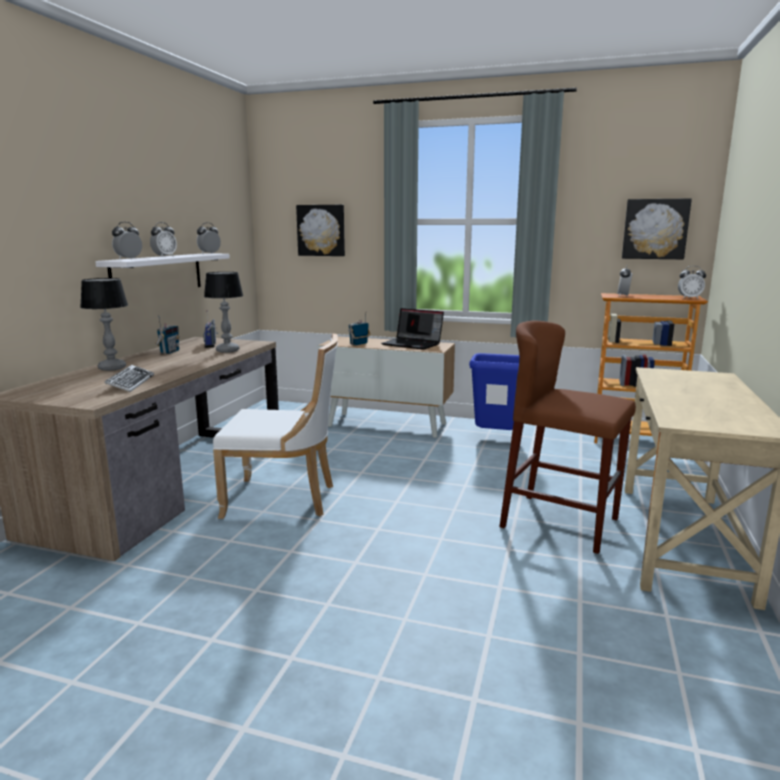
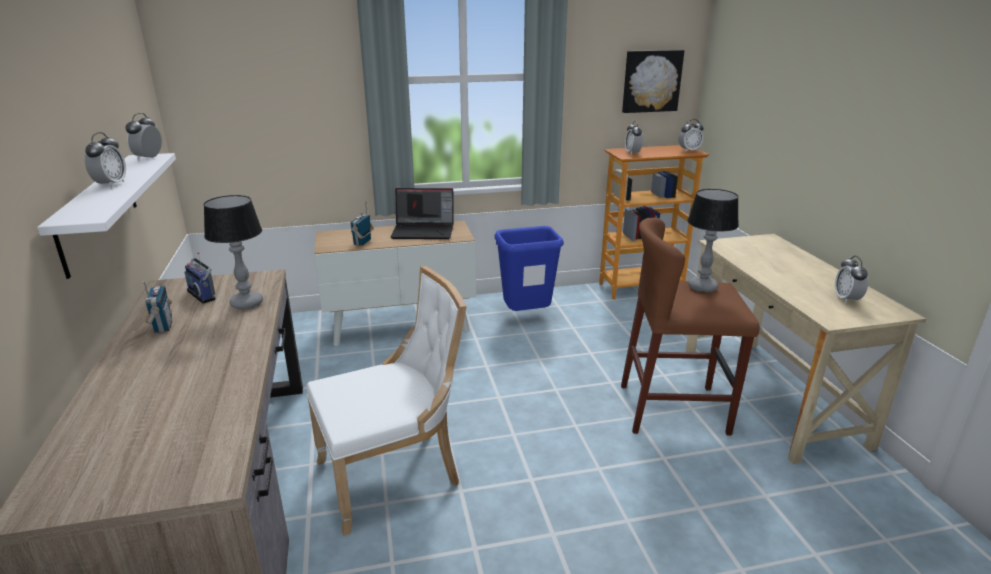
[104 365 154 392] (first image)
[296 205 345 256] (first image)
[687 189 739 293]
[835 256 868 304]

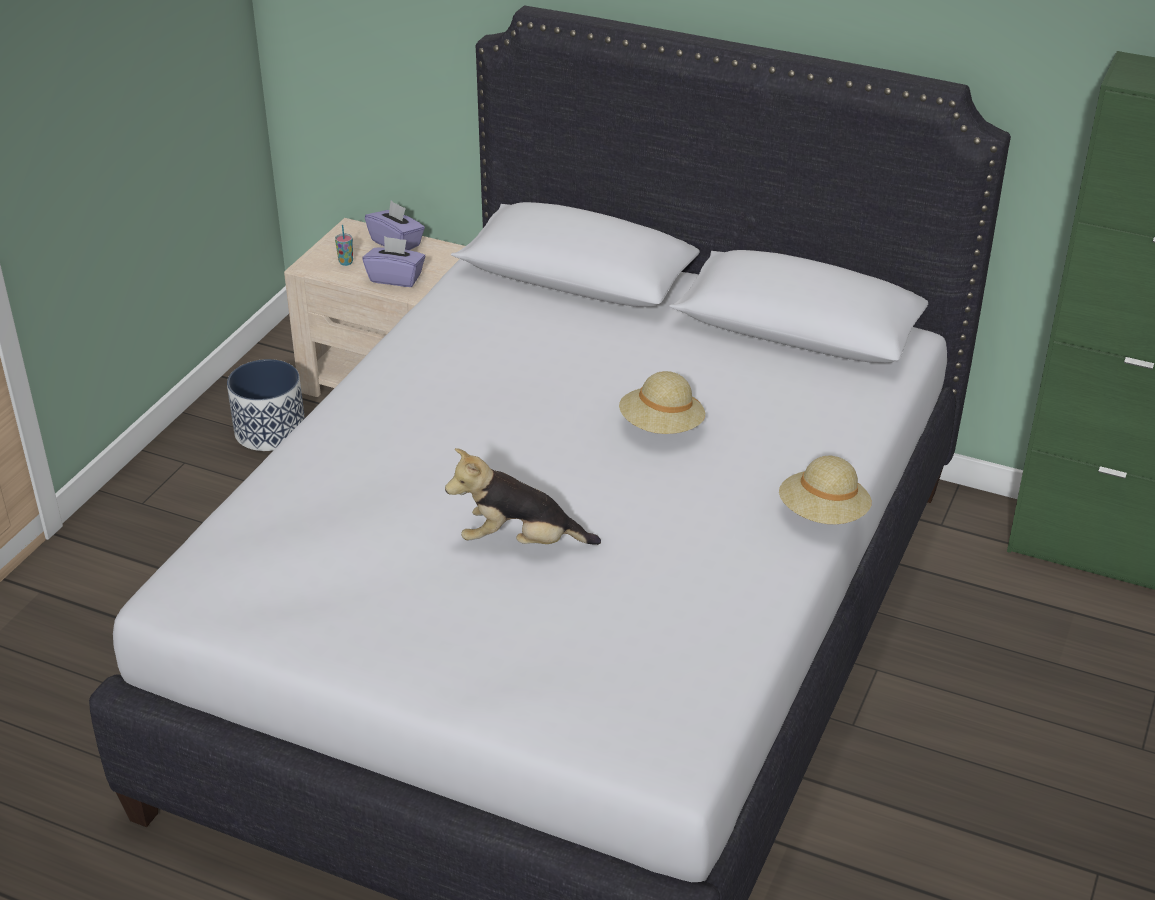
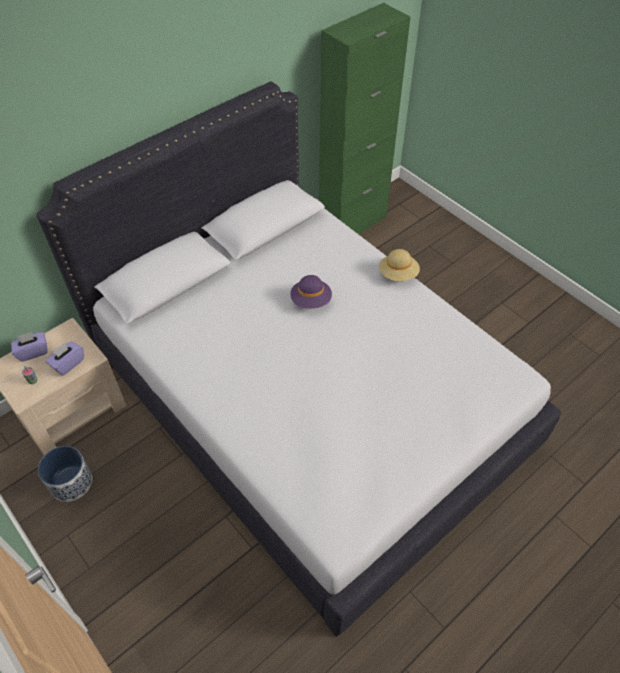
[445 448 601 545] (first image)
[290 275 332 309]

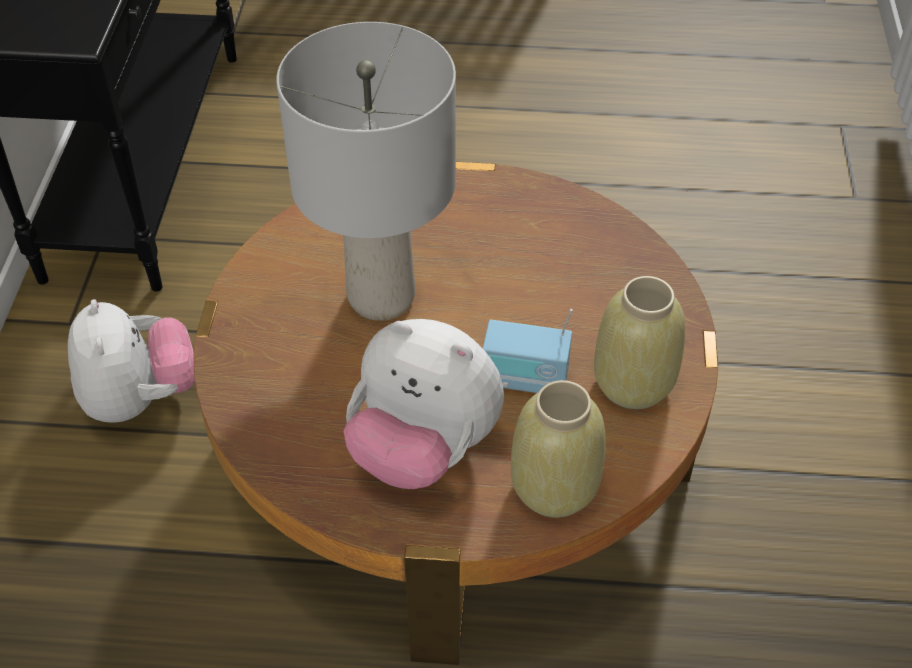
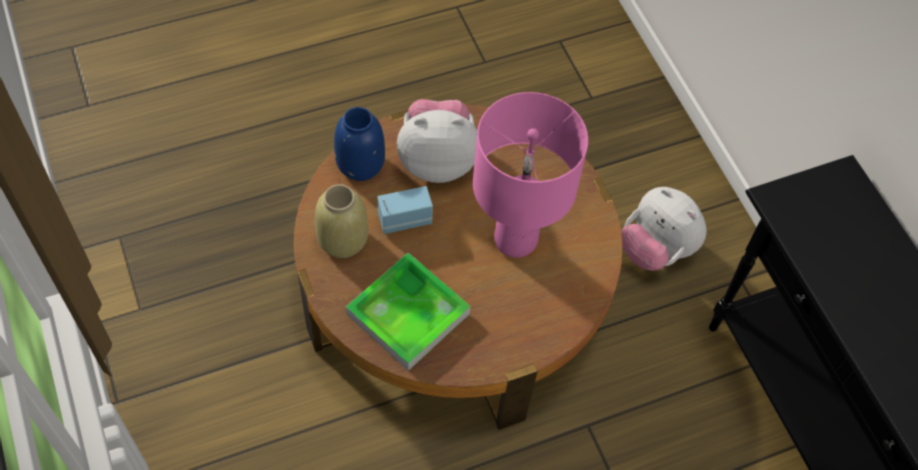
[346 253 471 371]
[473 92 588 258]
[334 107 385 181]

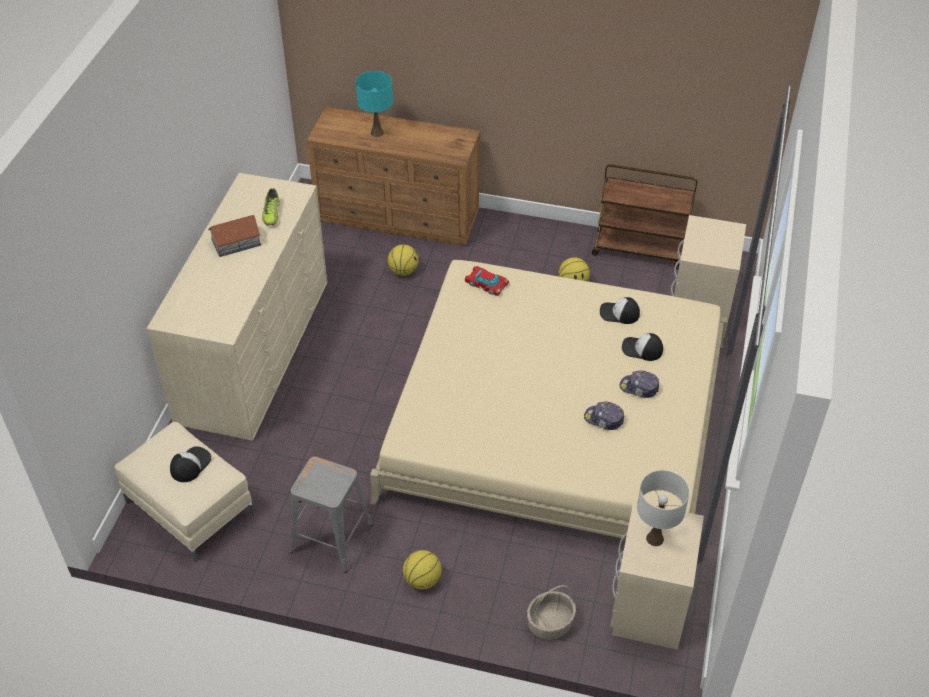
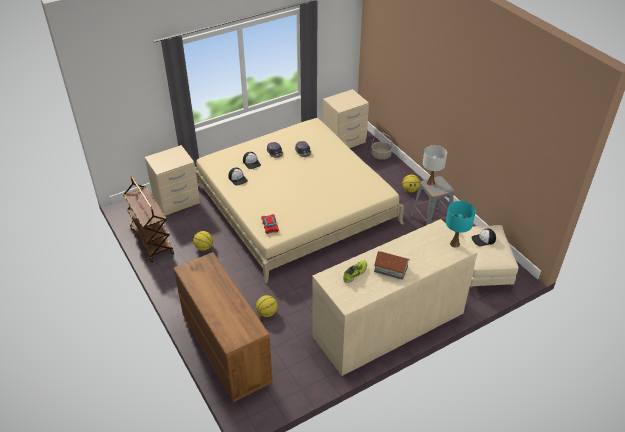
[446 201 476 248]
[423 145 447 186]

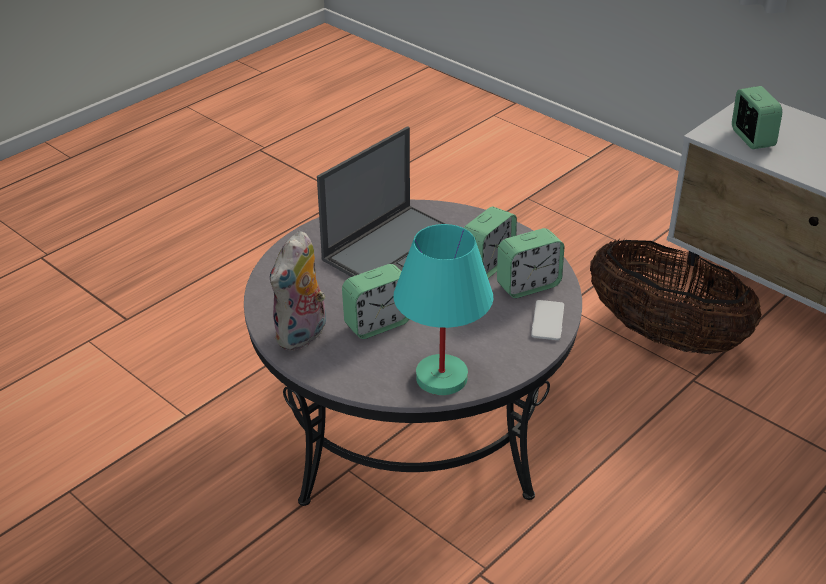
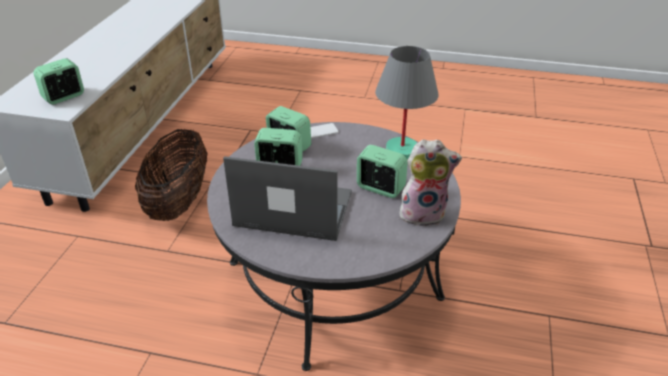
[375 46 439 159]

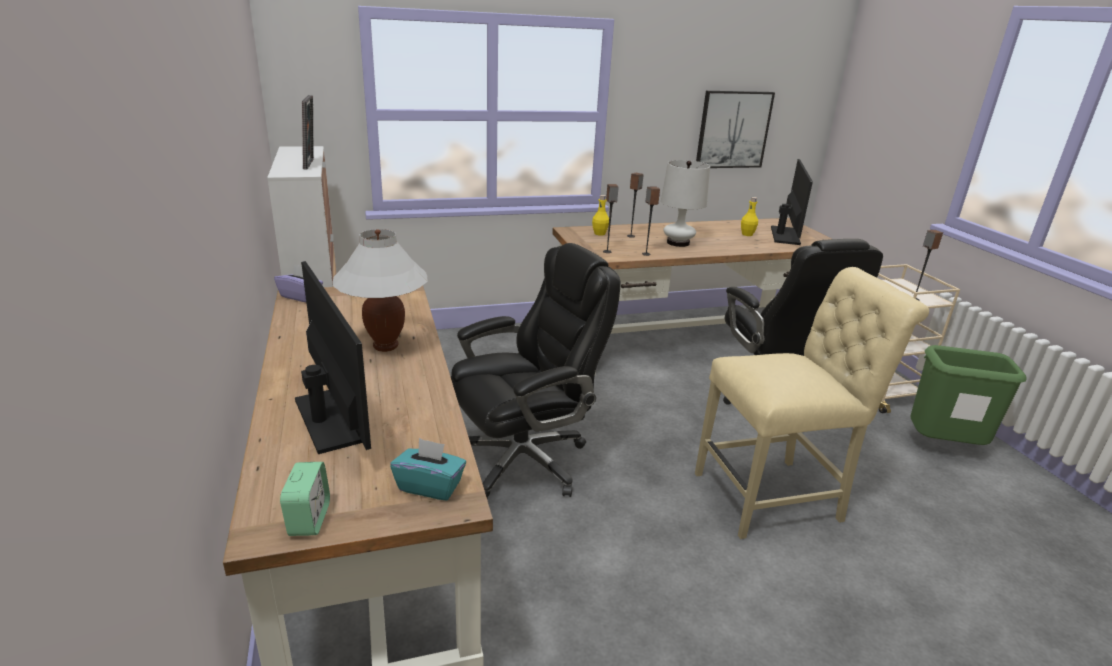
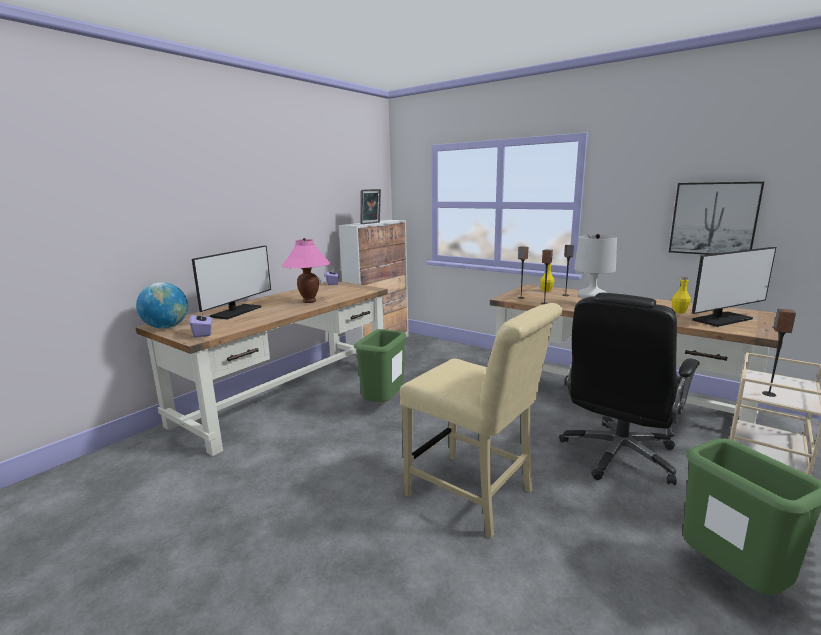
[136 282 188 329]
[354 329 407 402]
[282 238 330 303]
[190 310 213 338]

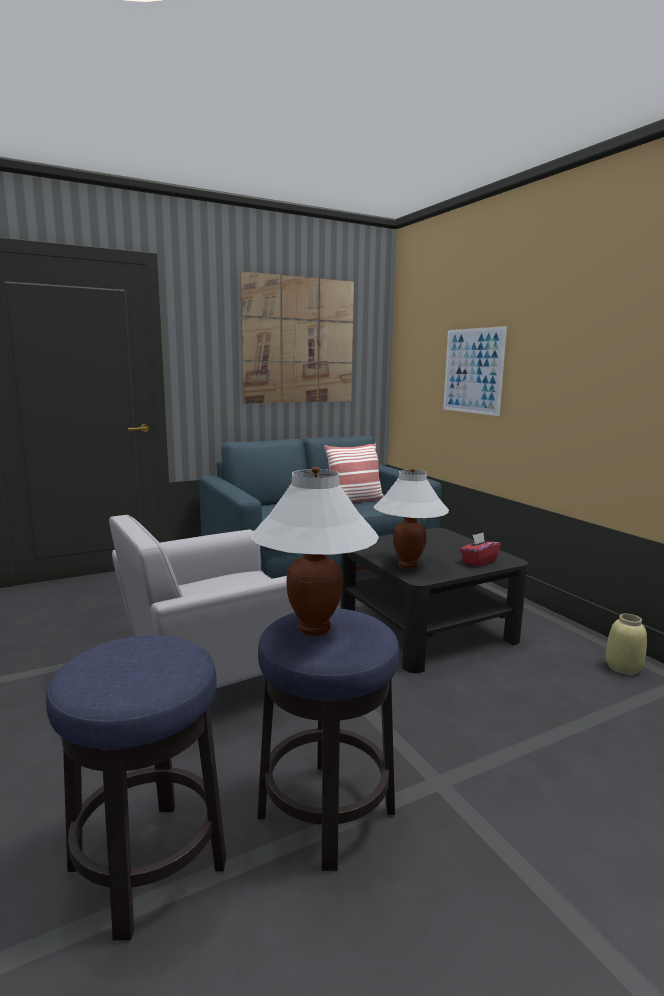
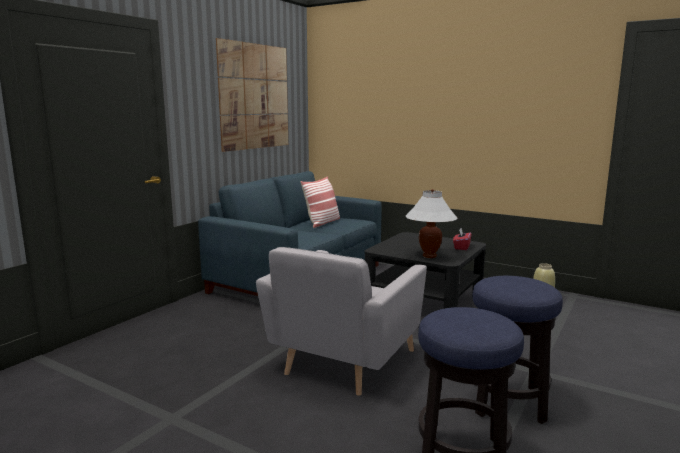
[251 467 379 636] (first image)
[443 326 507 416] (first image)

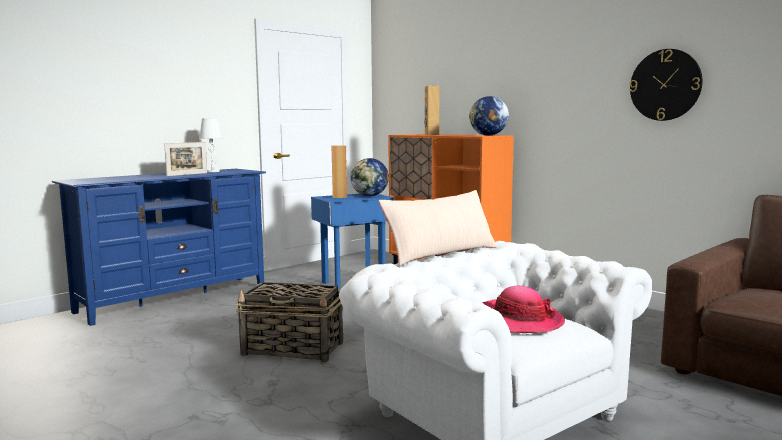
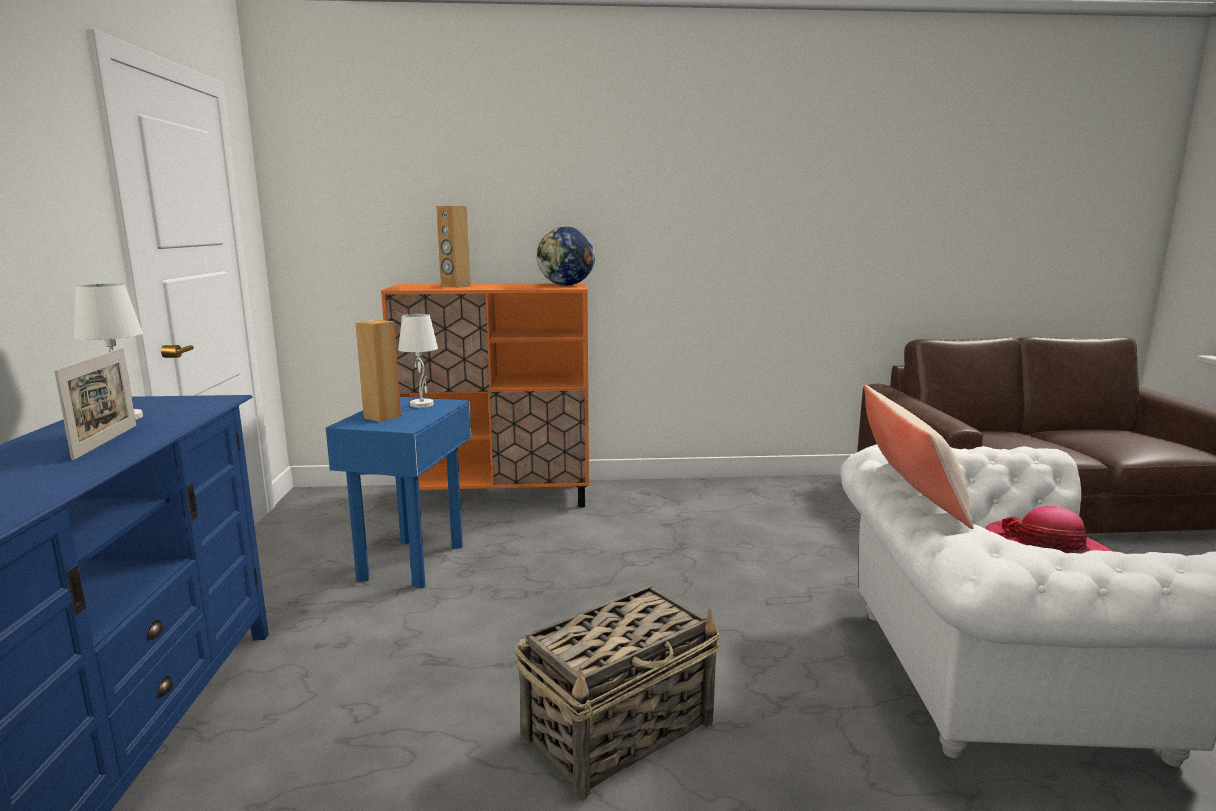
[629 49 703 121] (first image)
[398 314 438 408]

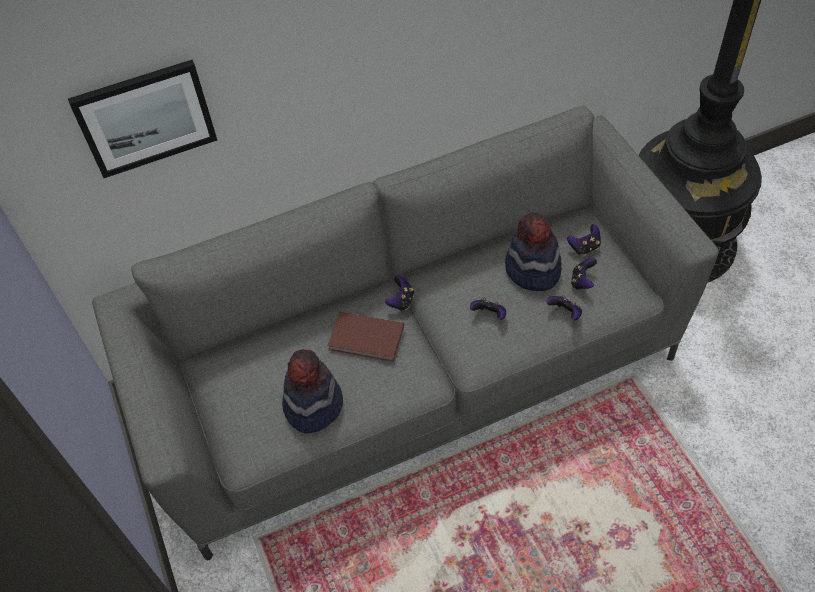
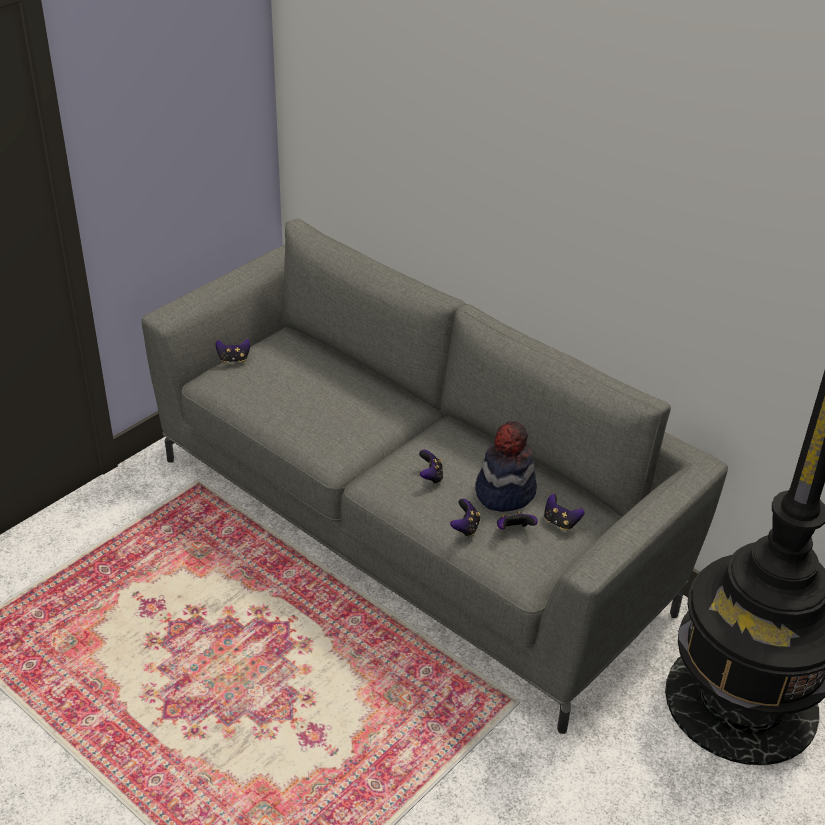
[68 60 217 178] (first image)
[282 349 343 434] (first image)
[327 312 404 362] (first image)
[216 339 250 363]

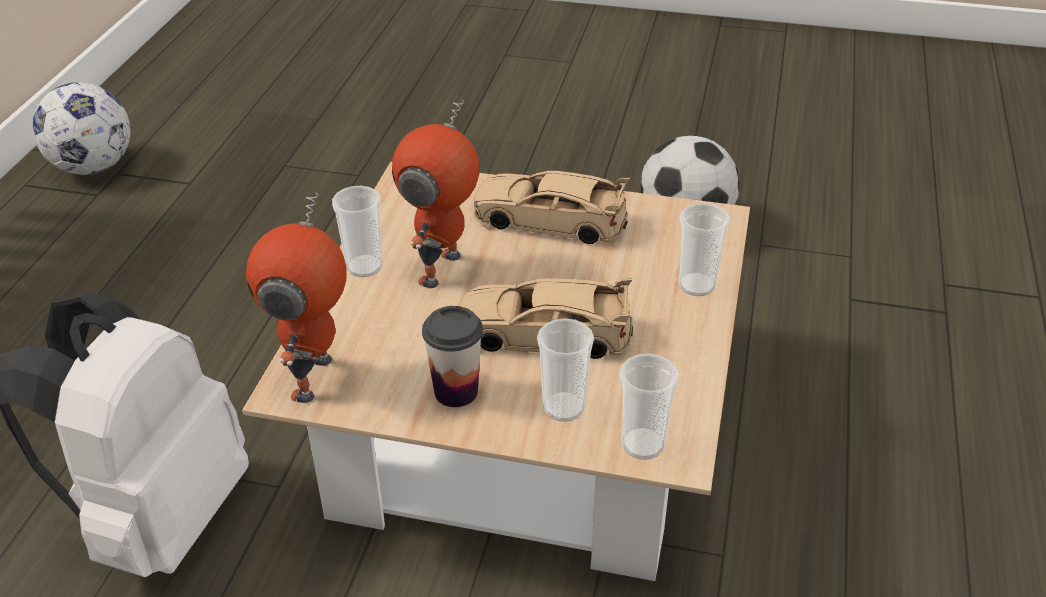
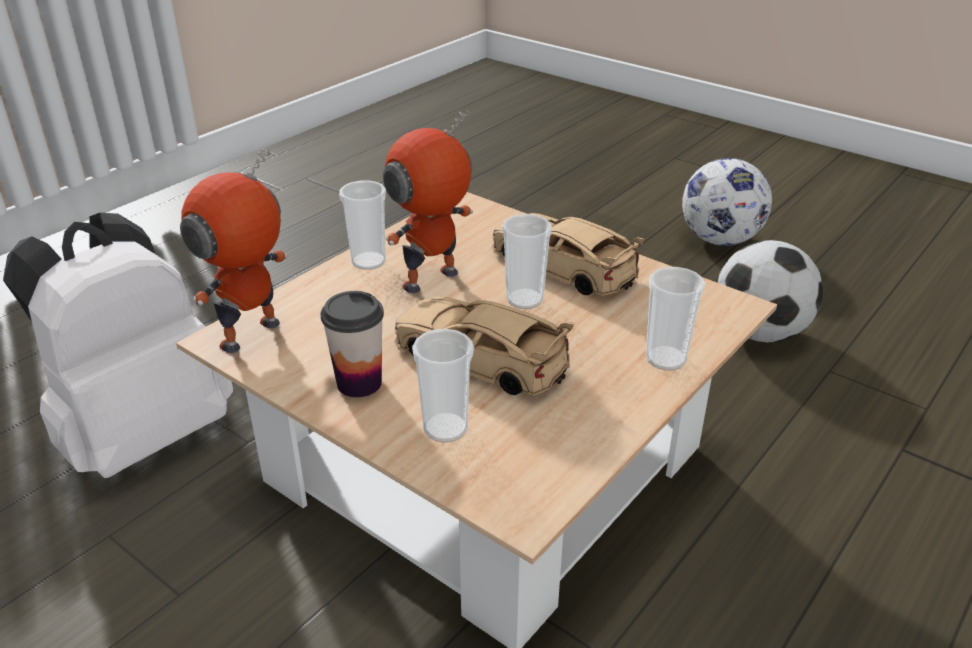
[682 158 772 246]
[502 214 552 309]

